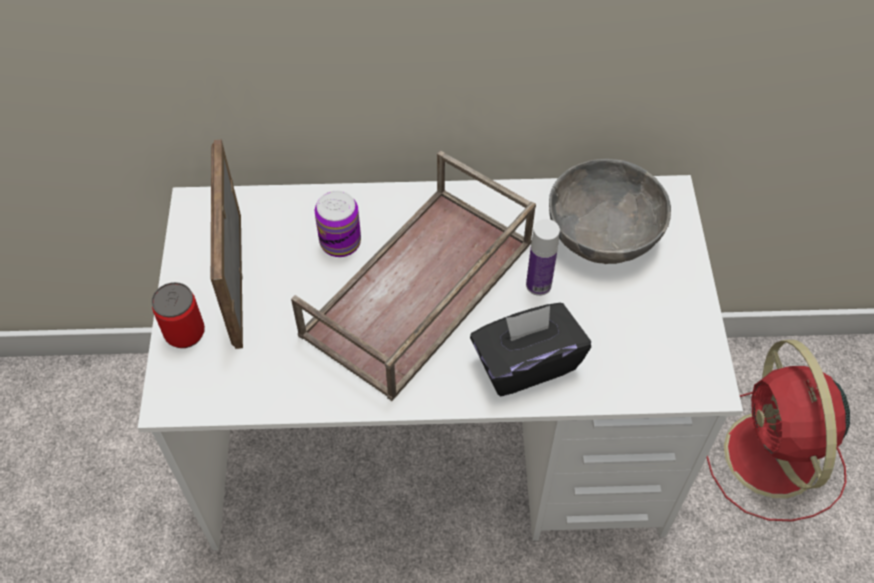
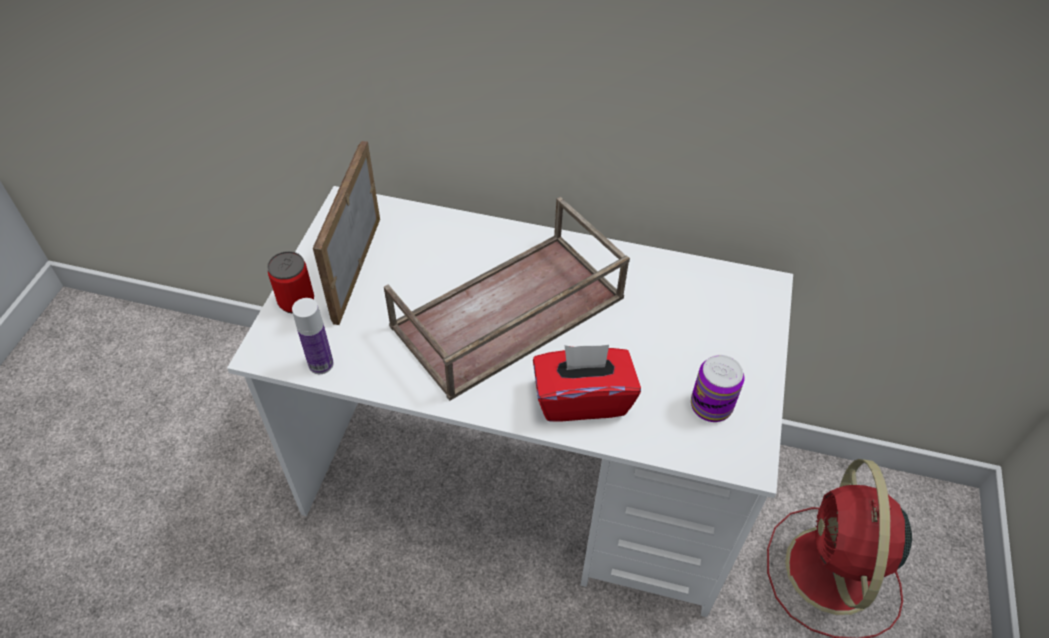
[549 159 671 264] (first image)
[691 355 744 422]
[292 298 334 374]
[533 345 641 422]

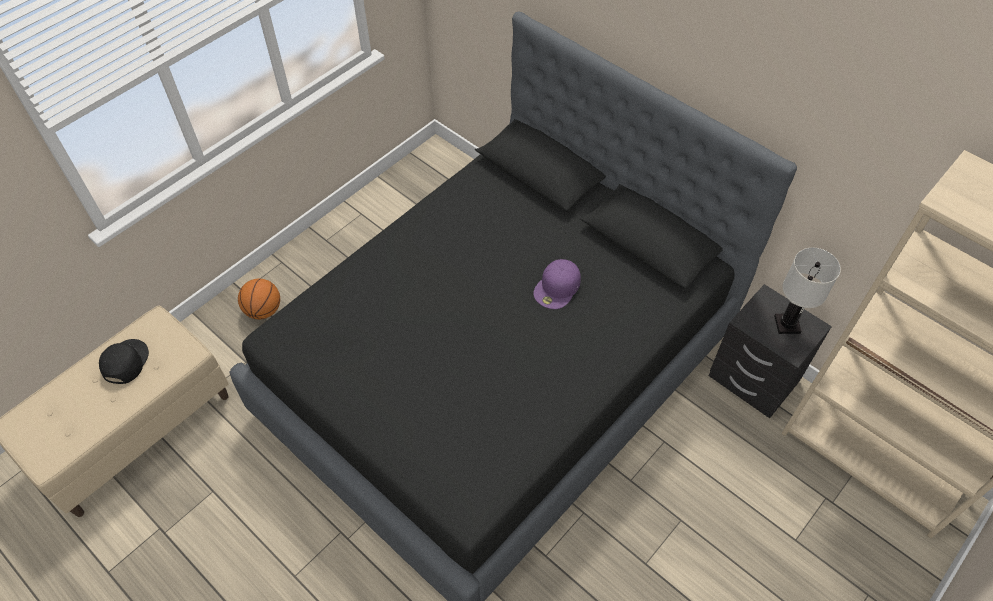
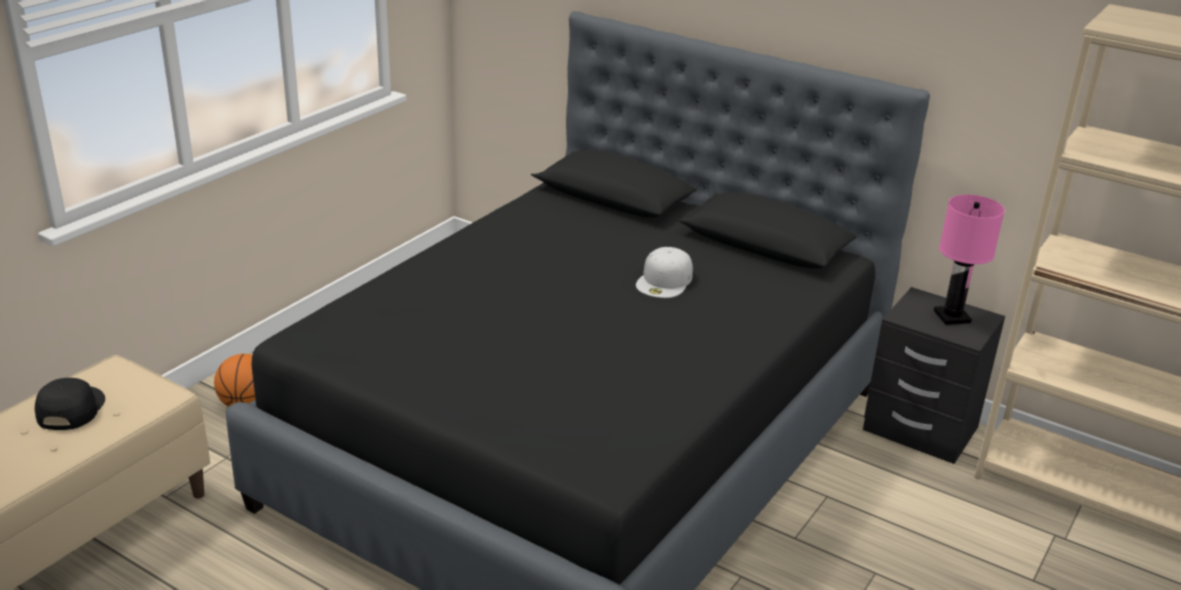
[636 247 693 298]
[934 195 1005 325]

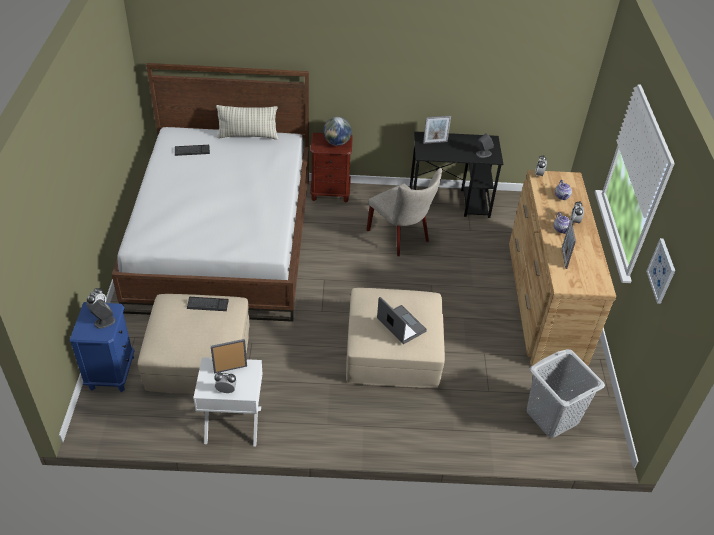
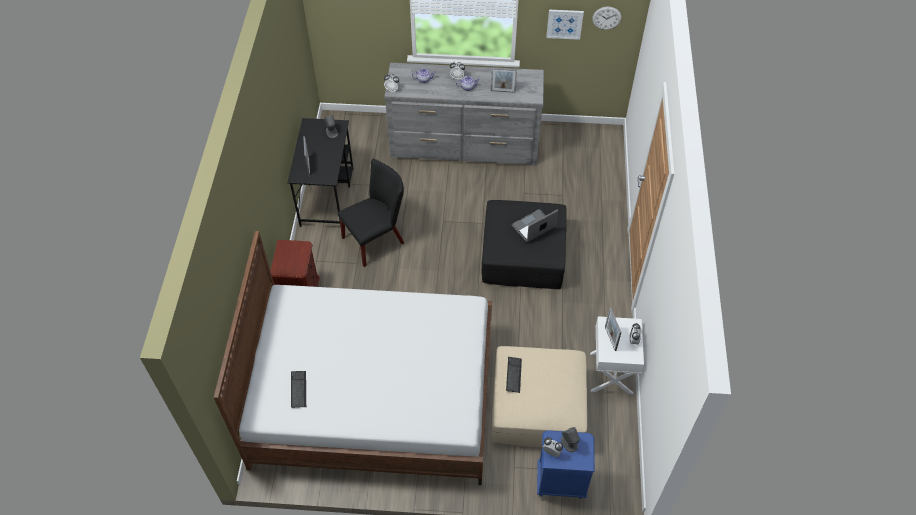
[216 105 278 140] (first image)
[323 117 352 146] (first image)
[527 349 605 438] (first image)
[592 6 622 30]
[482 200 567 289]
[338 159 404 267]
[384 63 544 166]

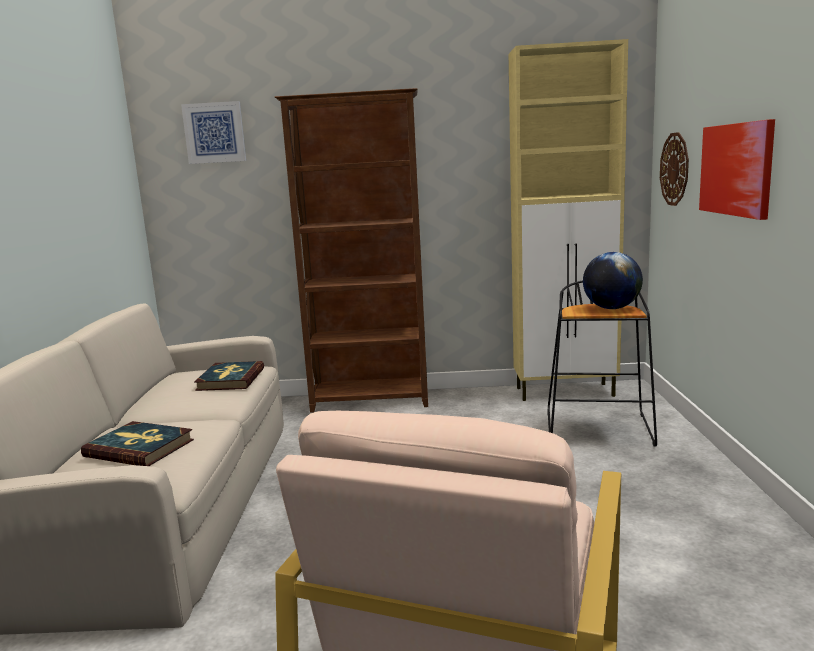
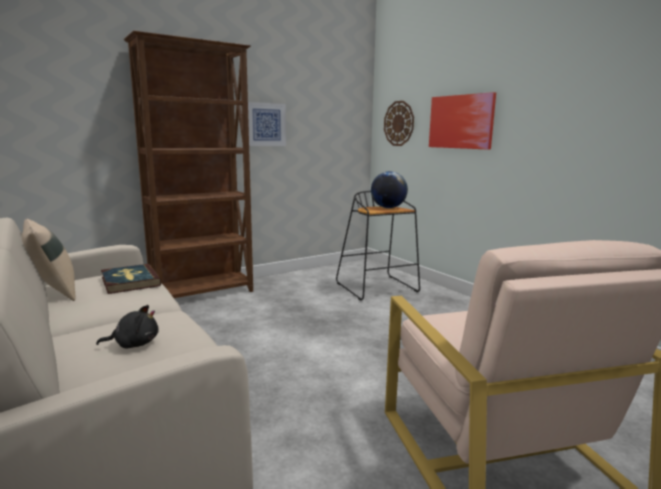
[509 39 628 401] (first image)
[22 219 75 301]
[248 102 286 146]
[96 305 158 349]

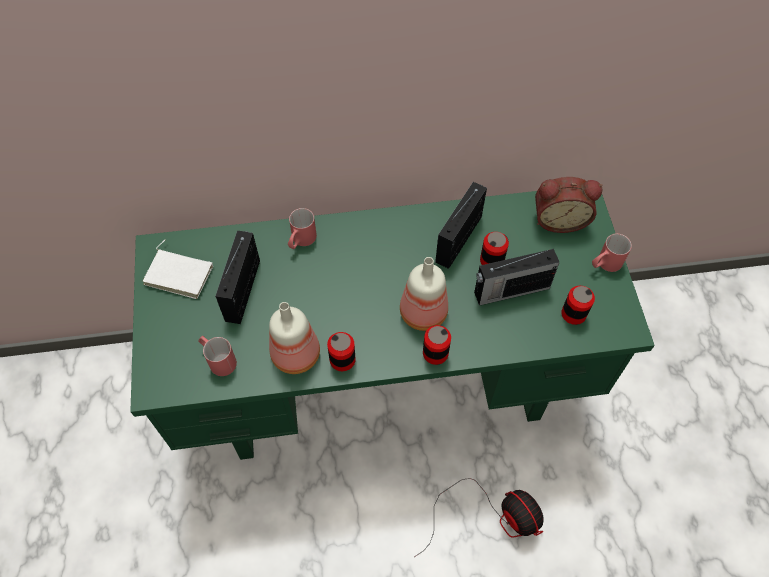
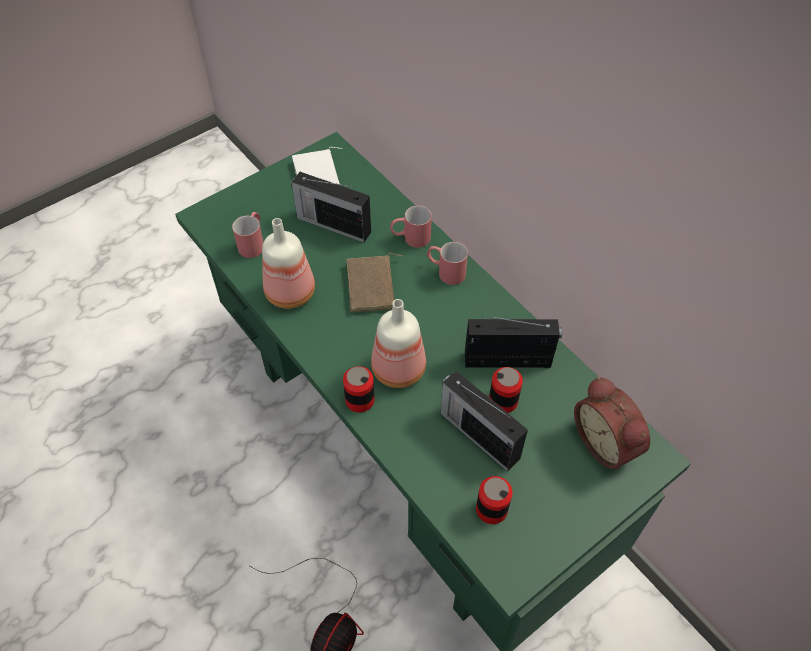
[327 332 356 371] (first image)
[346 253 402 312]
[427 242 468 285]
[291 172 371 243]

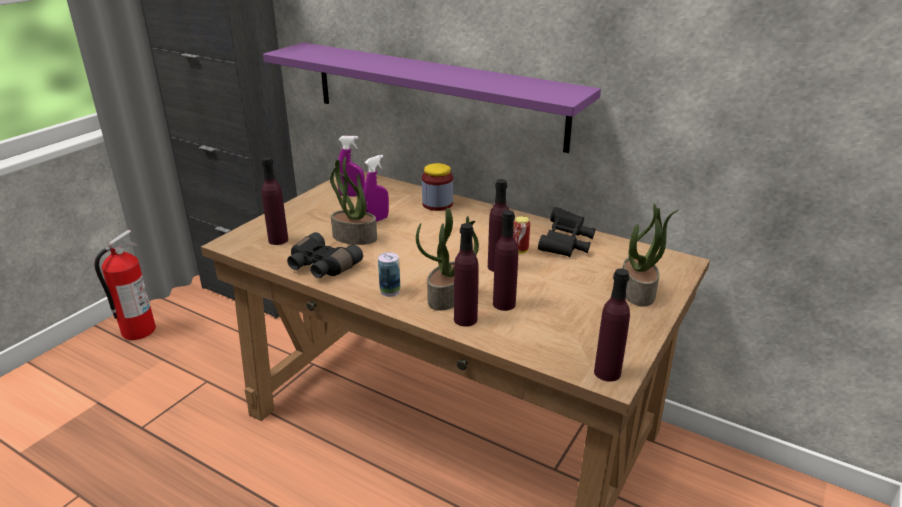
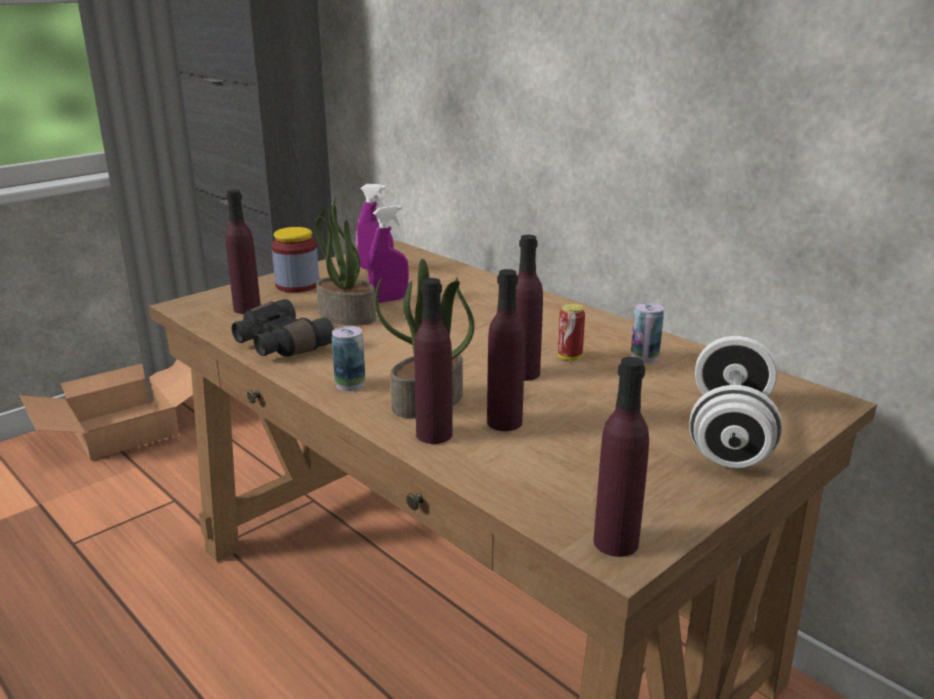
[263 43 601 153] (first image)
[272 227 319 293]
[19 359 193 460]
[631 302 664 363]
[689 336 782 468]

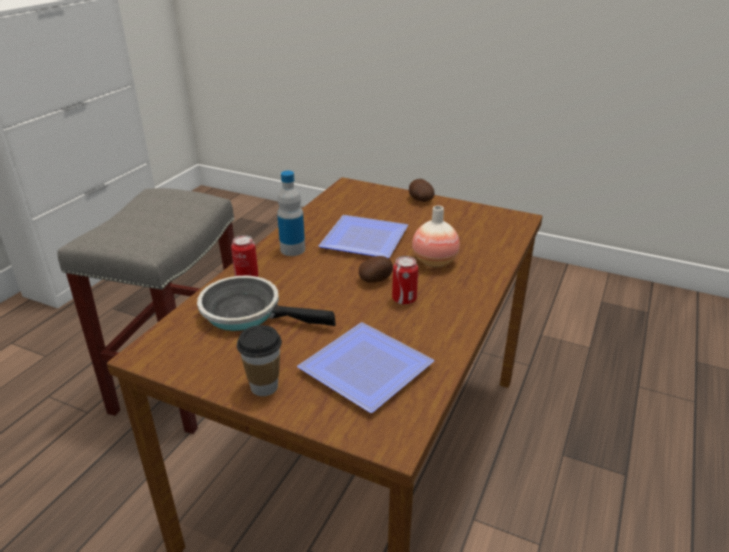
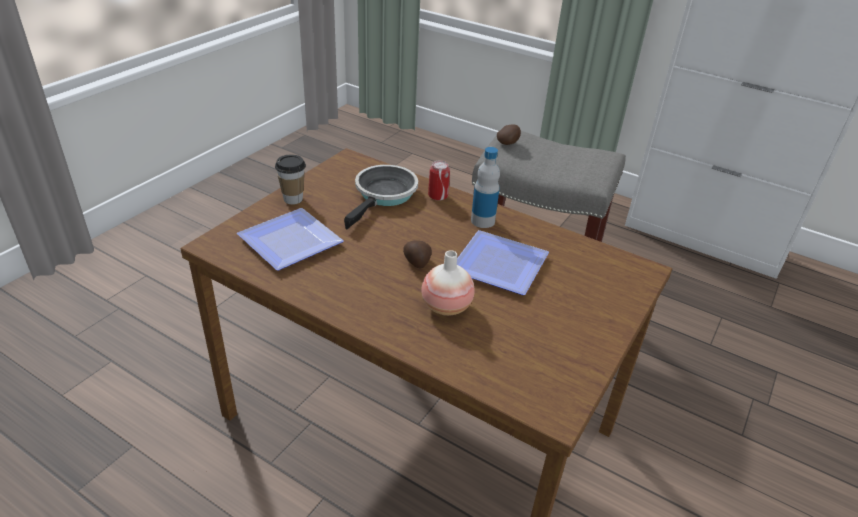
[392 256 418 305] (first image)
[497 124 521 145]

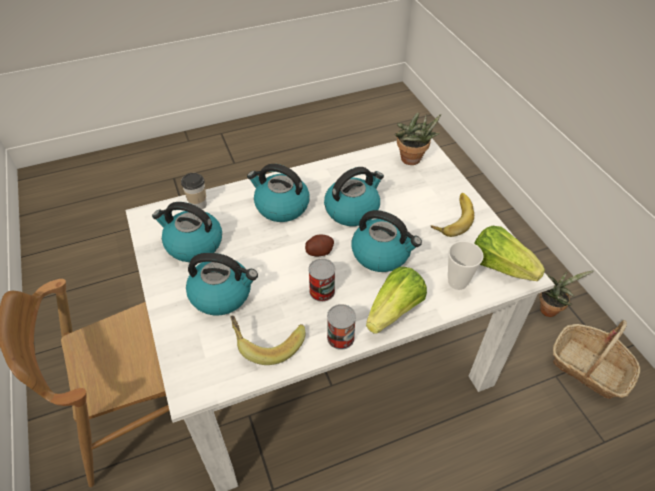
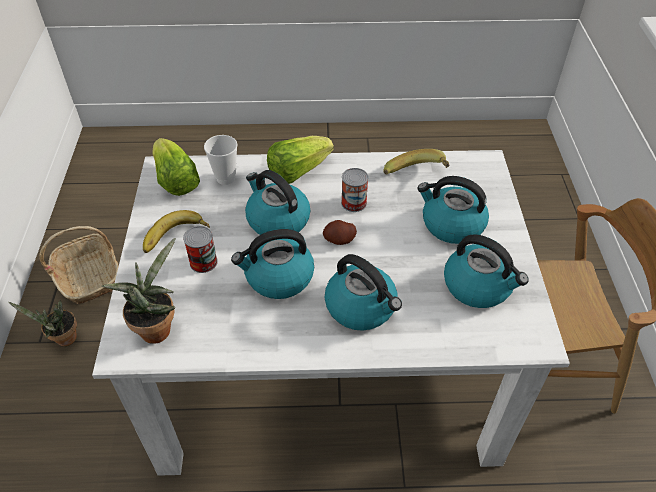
[181 173 207 209] (first image)
[183 226 218 273]

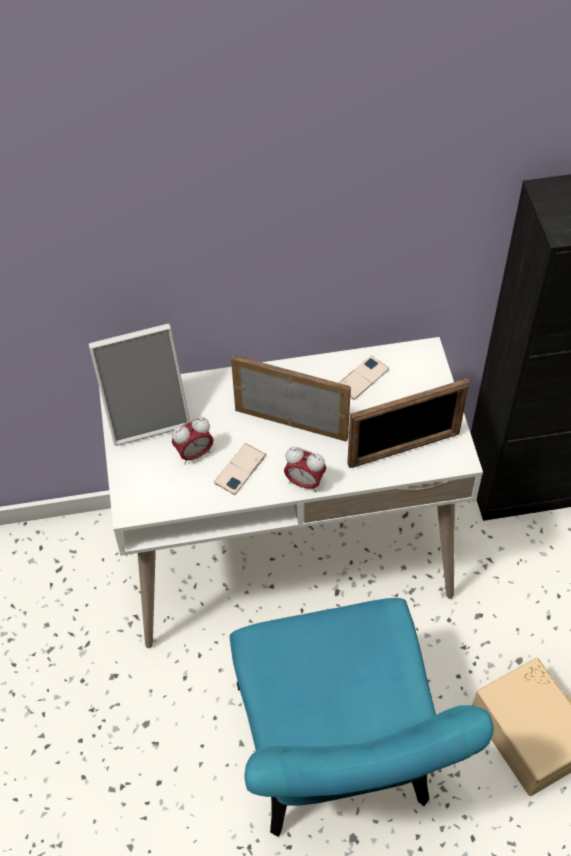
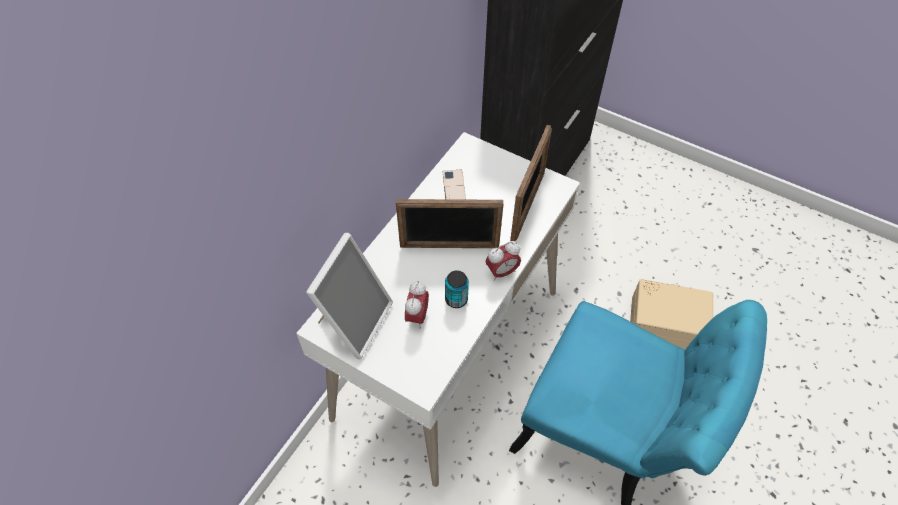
[445 270 469 308]
[396 199 504 248]

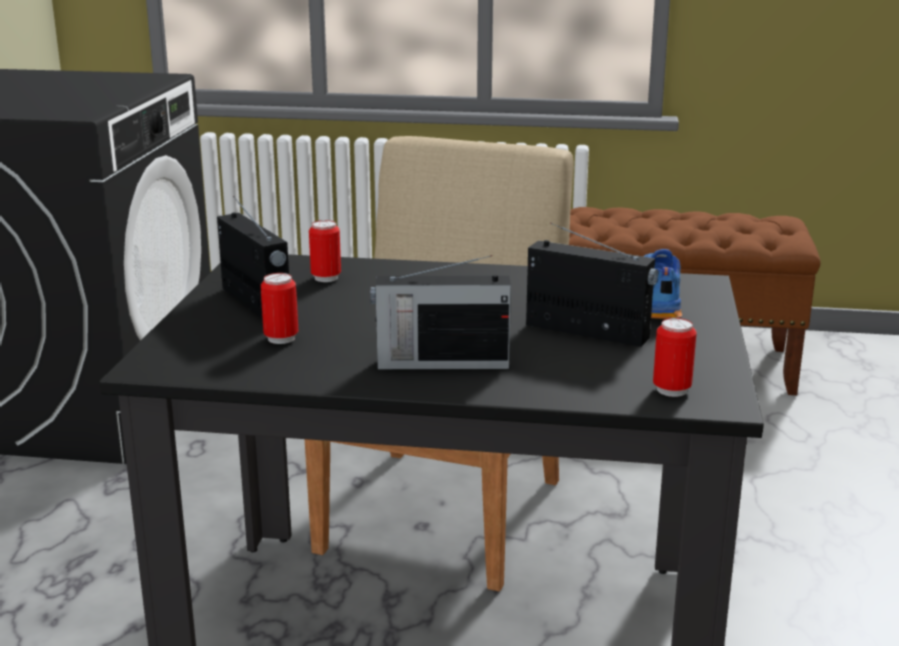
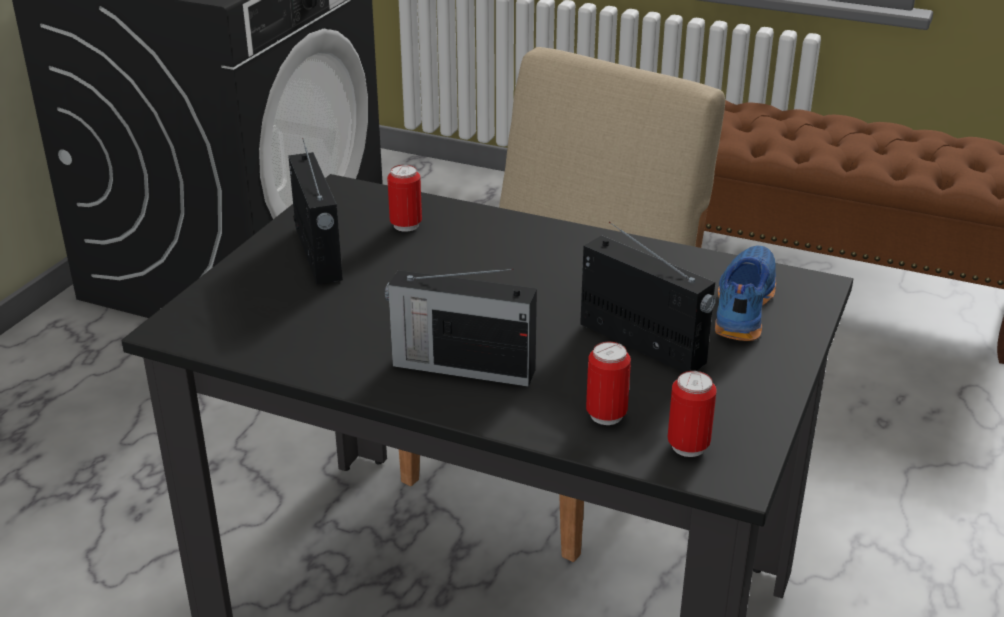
[586 342 631 425]

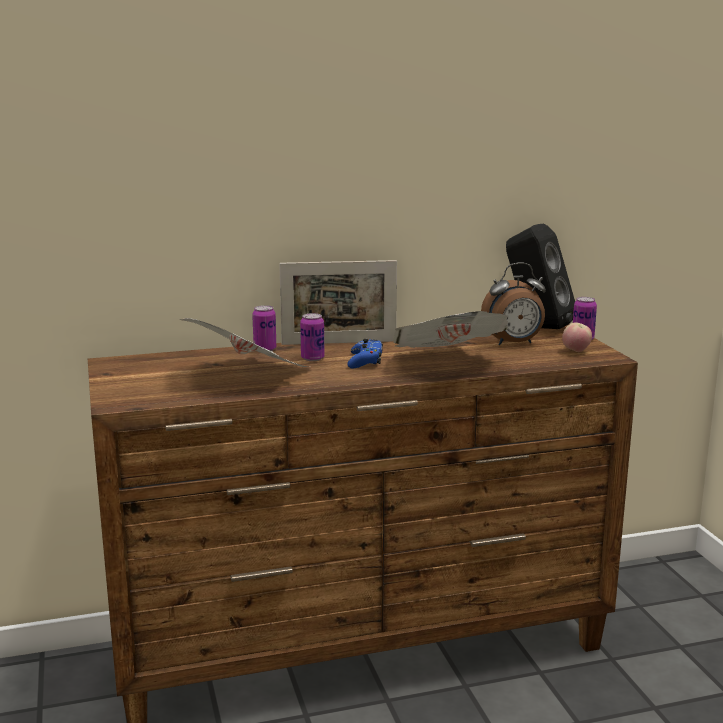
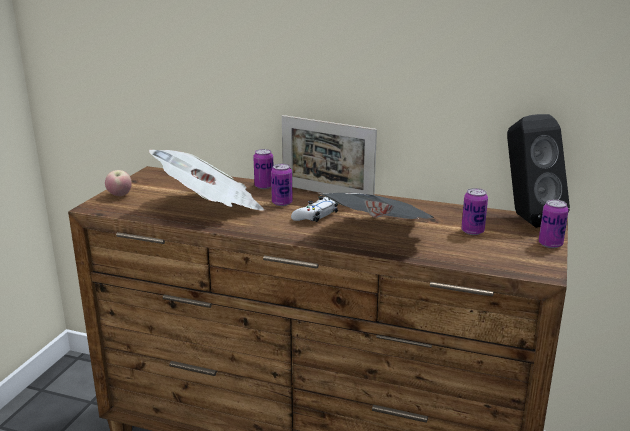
[105 170 132 196]
[461 188 488 235]
[291 196 338 222]

